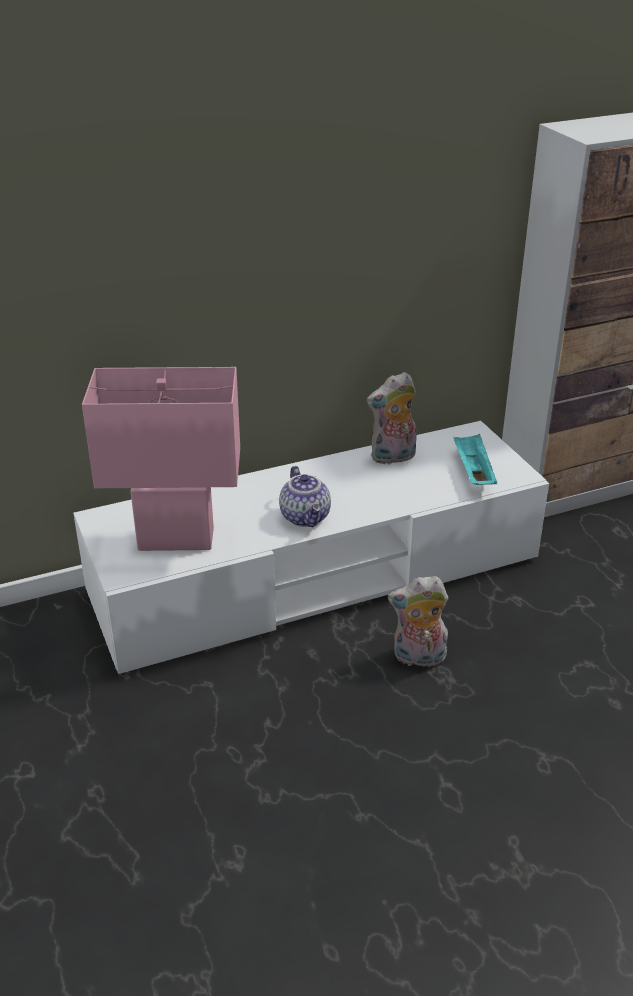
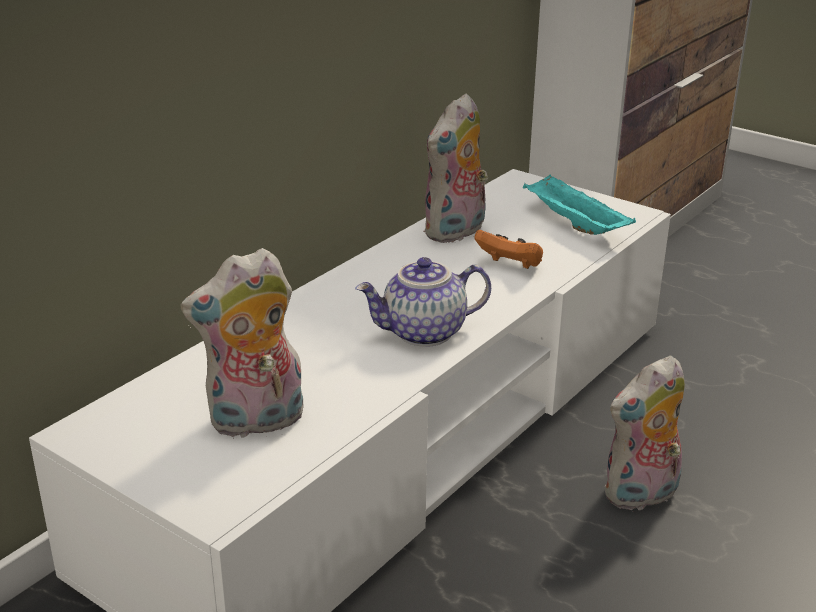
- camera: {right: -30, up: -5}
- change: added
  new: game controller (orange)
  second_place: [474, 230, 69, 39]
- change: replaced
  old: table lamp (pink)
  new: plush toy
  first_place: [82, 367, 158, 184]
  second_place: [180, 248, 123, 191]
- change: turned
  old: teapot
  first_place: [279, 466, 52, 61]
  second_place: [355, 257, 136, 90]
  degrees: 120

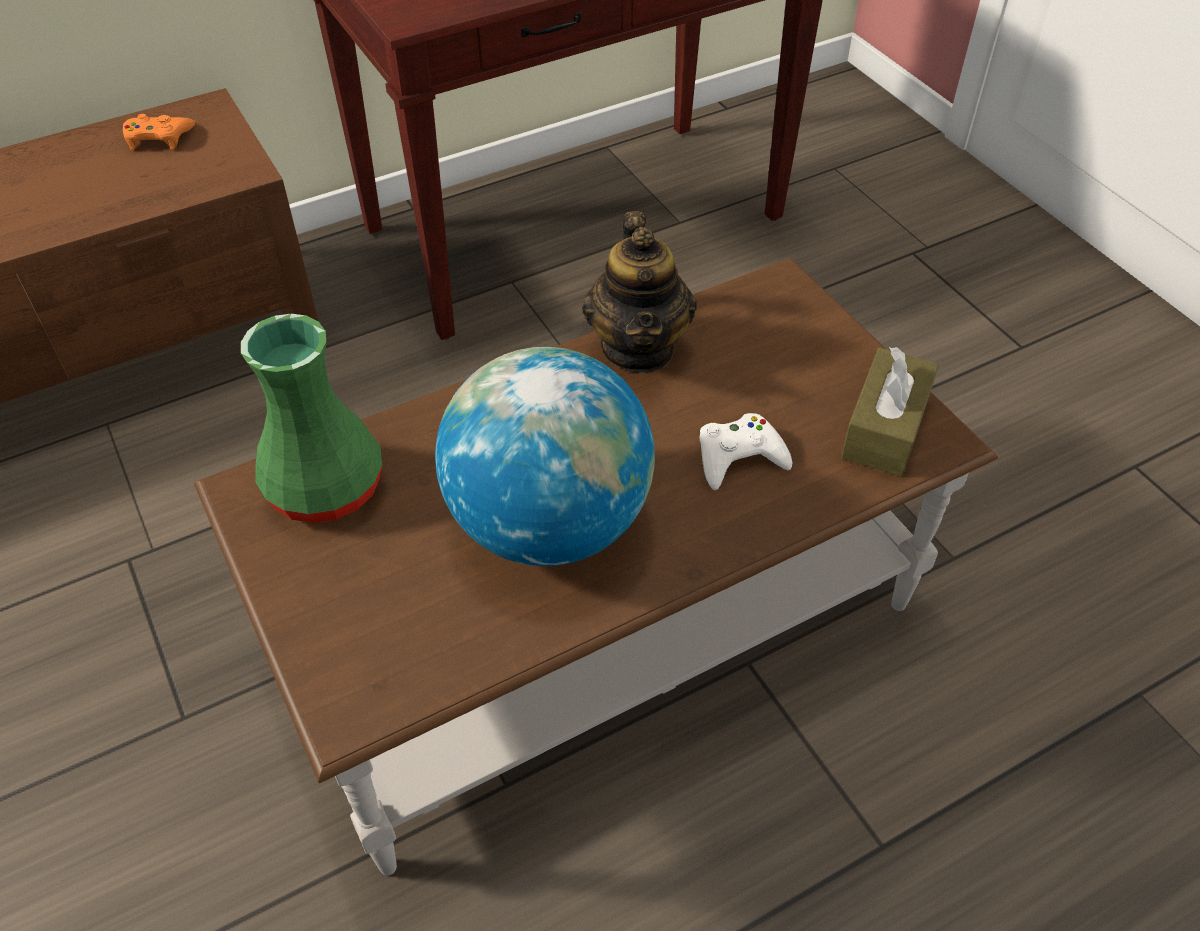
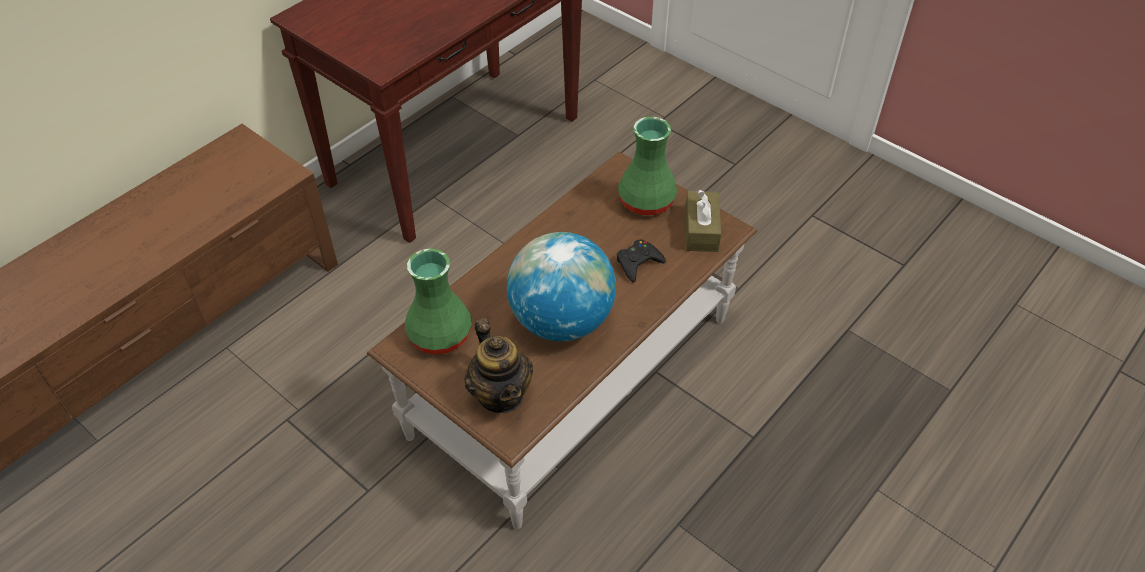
- camera: {right: -20, up: 0}
- change: removed
  old: game controller (orange)
  first_place: [123, 114, 72, 36]
- change: added
  new: vase (green)
  second_place: [618, 117, 59, 98]
- change: moved
  old: teapot
  first_place: [582, 211, 115, 162]
  second_place: [465, 318, 68, 95]
- change: recoloured
  old: game controller (white)
  new: game controller (black)
  first_place: [700, 413, 92, 77]
  second_place: [617, 239, 49, 44]

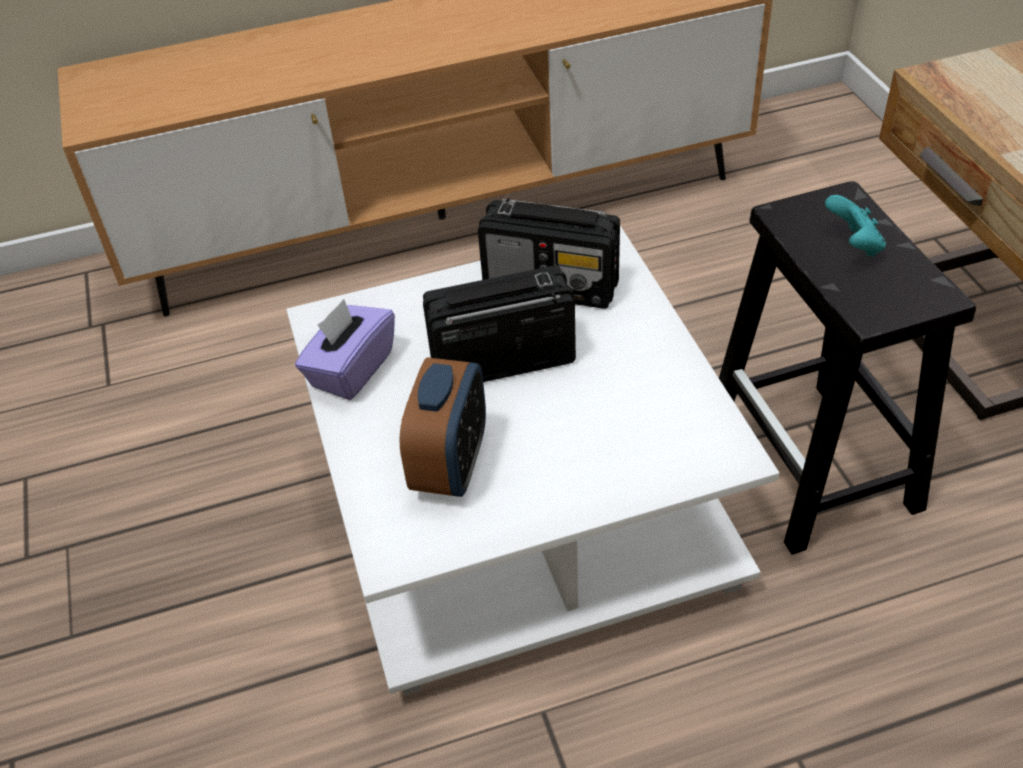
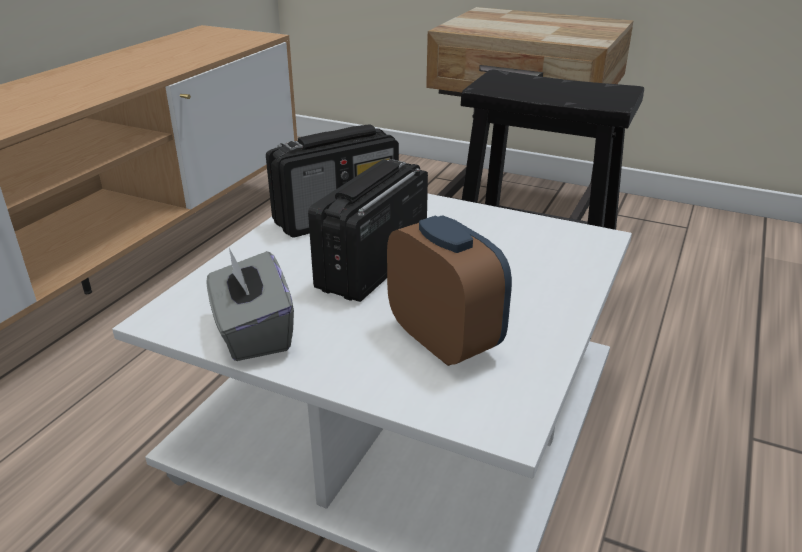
- camera: {right: -50, up: -15}
- change: removed
  old: game controller (turquoise)
  first_place: [825, 195, 61, 62]
- change: recoloured
  old: tissue box (purple)
  new: tissue box (grey)
  first_place: [295, 299, 100, 101]
  second_place: [206, 248, 88, 113]

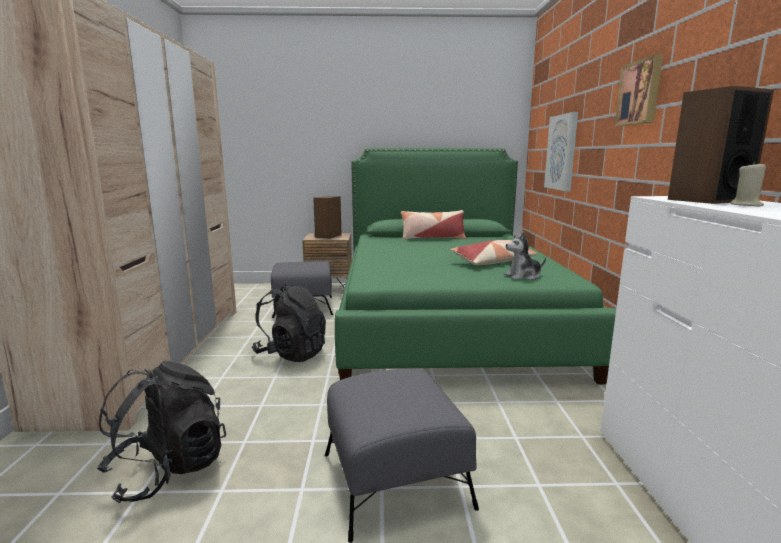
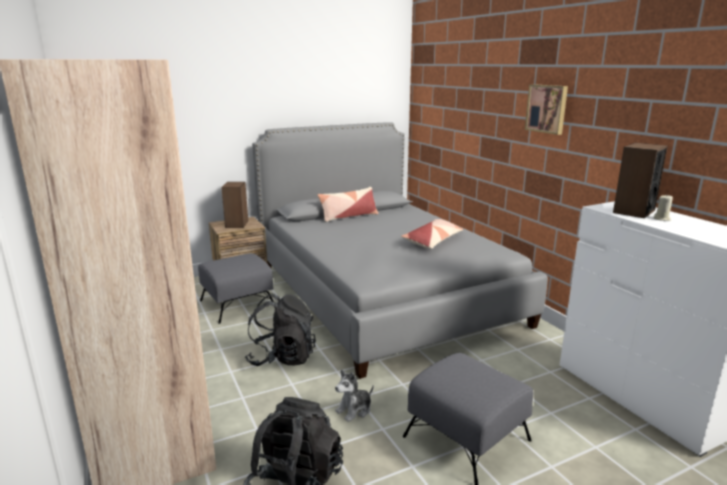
- camera: {right: -25, up: 5}
- change: removed
  old: picture
  first_place: [544, 112, 34, 79]
- change: moved
  old: plush toy
  first_place: [504, 232, 42, 48]
  second_place: [335, 370, 39, 52]
- change: recoloured
  old: bed (green)
  new: bed (grey)
  first_place: [335, 148, 281, 236]
  second_place: [252, 122, 296, 257]

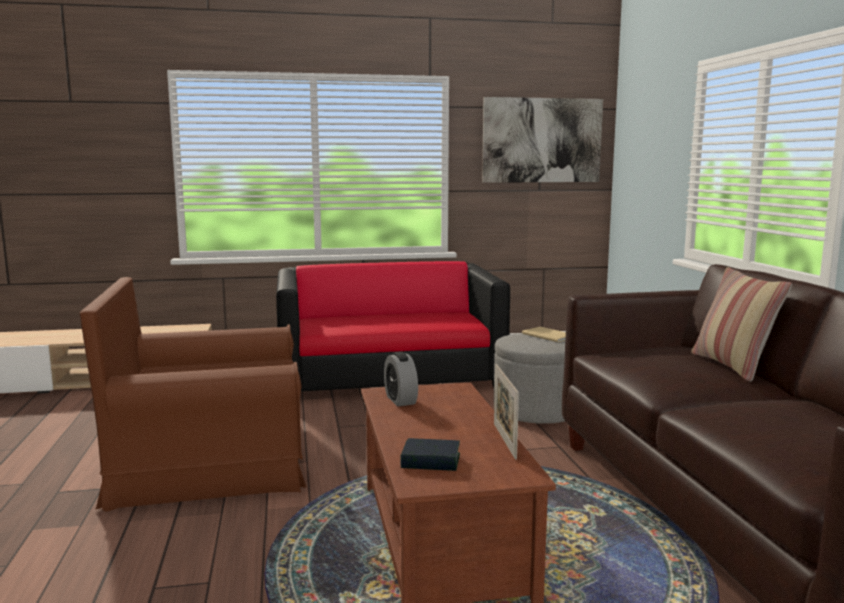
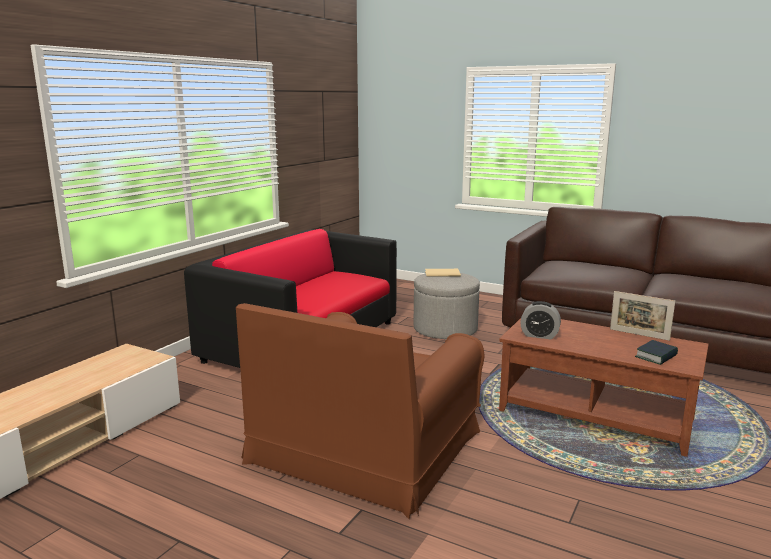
- camera: {right: -50, up: 5}
- change: removed
  old: picture
  first_place: [482, 97, 121, 86]
- change: removed
  old: pillow
  first_place: [692, 267, 100, 115]

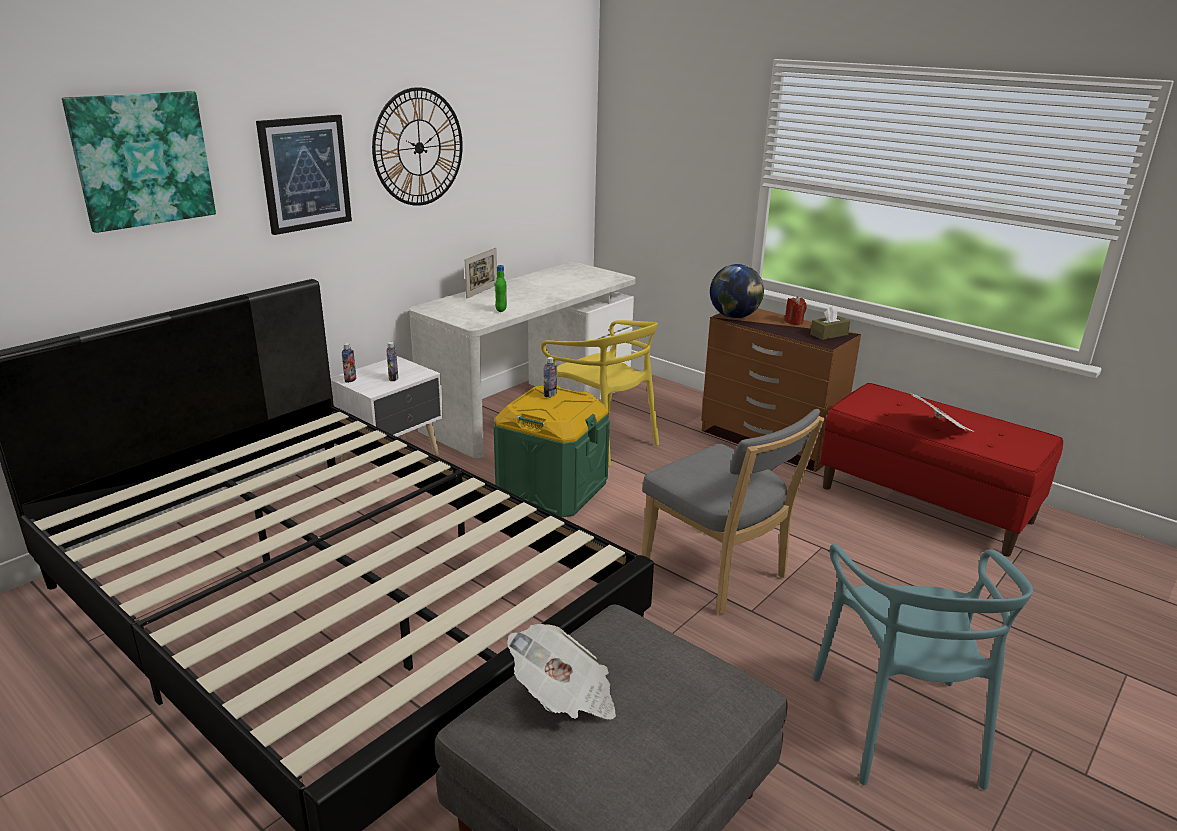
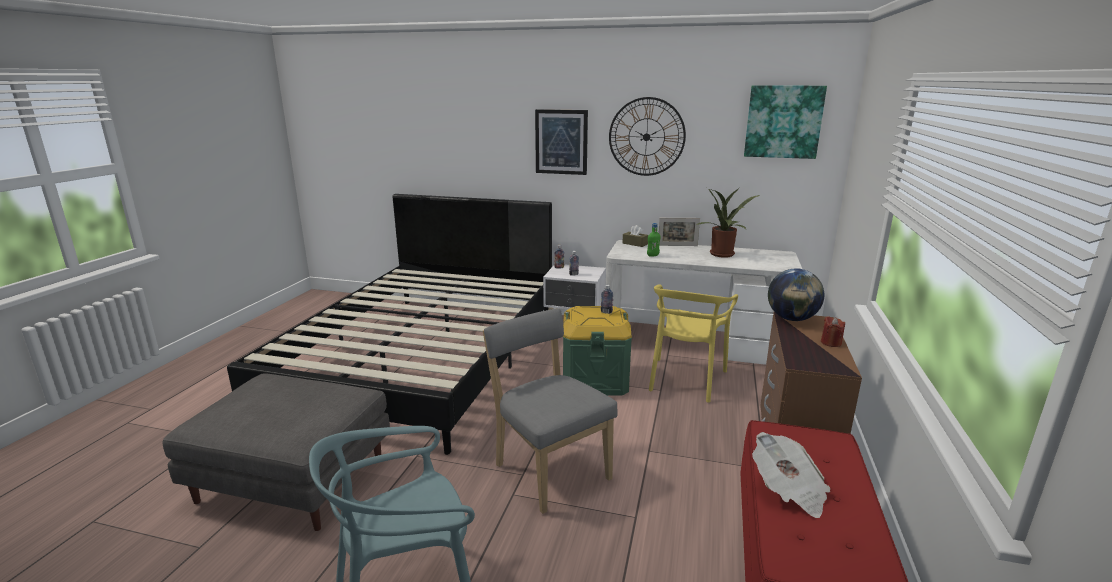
- camera: {right: 65, up: -5}
- change: removed
  old: newspaper
  first_place: [507, 624, 109, 96]
- change: added
  new: potted plant
  second_place: [695, 187, 65, 71]
- change: moved
  old: picture
  first_place: [62, 91, 154, 142]
  second_place: [744, 85, 83, 74]
- change: moved
  old: tissue box (brown)
  first_place: [810, 306, 40, 34]
  second_place: [622, 225, 26, 22]
- change: turned
  old: chair (grey)
  first_place: [642, 409, 183, 205]
  second_place: [483, 309, 135, 205]
  degrees: 120

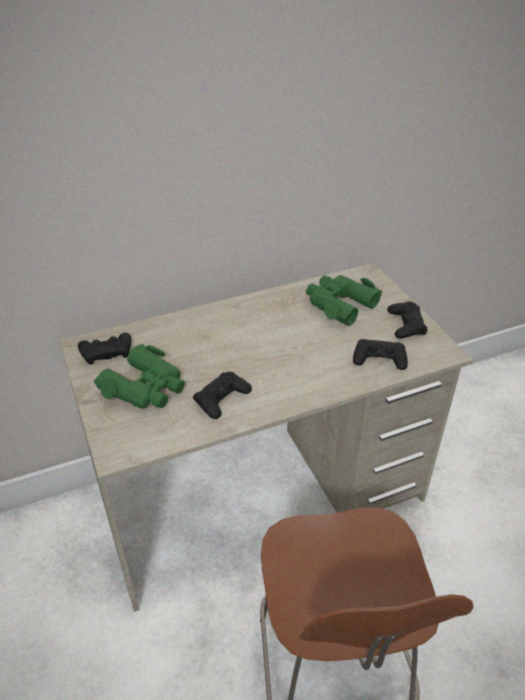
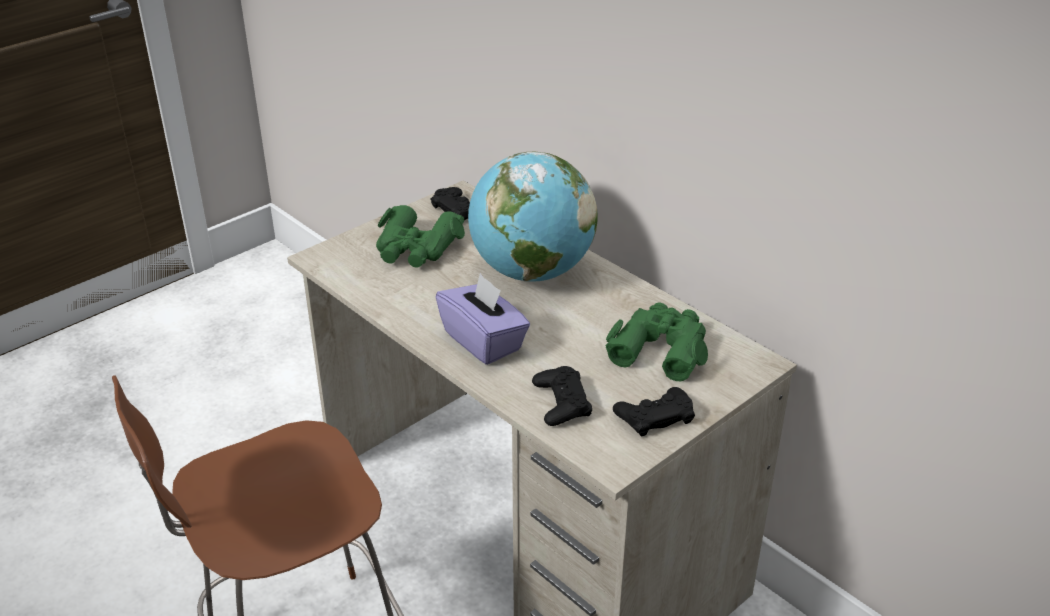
- camera: {right: 70, up: -5}
- change: removed
  old: game controller (black)
  first_place: [193, 372, 59, 47]
- change: added
  new: tissue box (purple)
  second_place: [436, 273, 94, 92]
- change: added
  new: globe
  second_place: [468, 152, 130, 130]

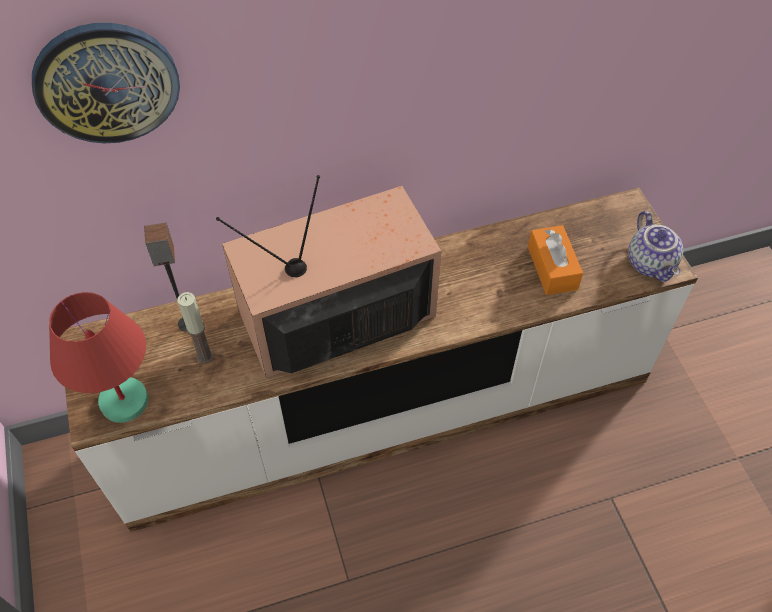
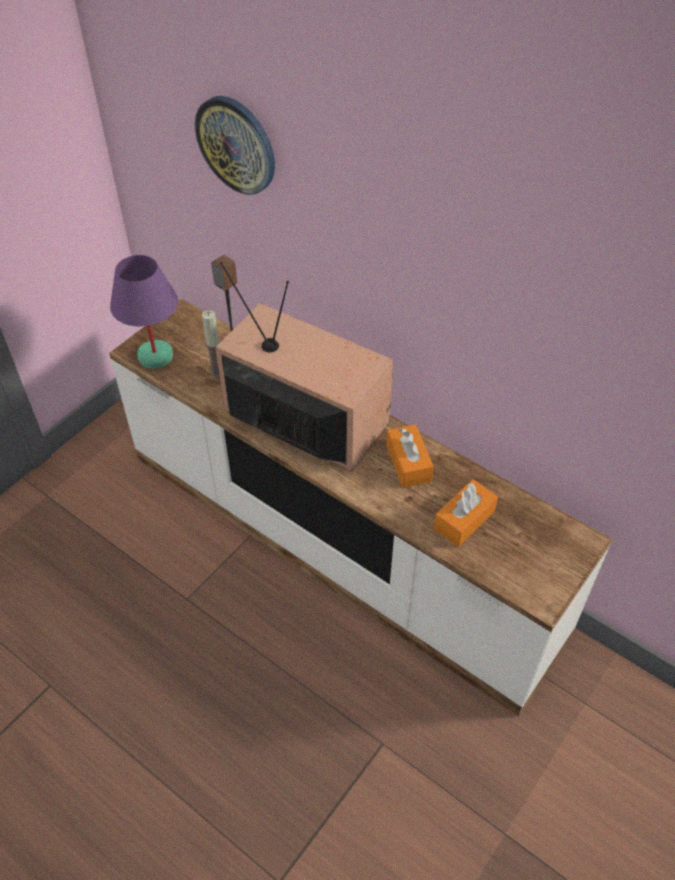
- camera: {right: 55, up: -5}
- change: removed
  old: teapot
  first_place: [628, 211, 55, 71]
- change: added
  new: tissue box (orange)
  second_place: [386, 424, 48, 64]
- change: recoloured
  old: table lamp (red)
  new: table lamp (purple)
  first_place: [49, 292, 99, 131]
  second_place: [110, 255, 68, 114]

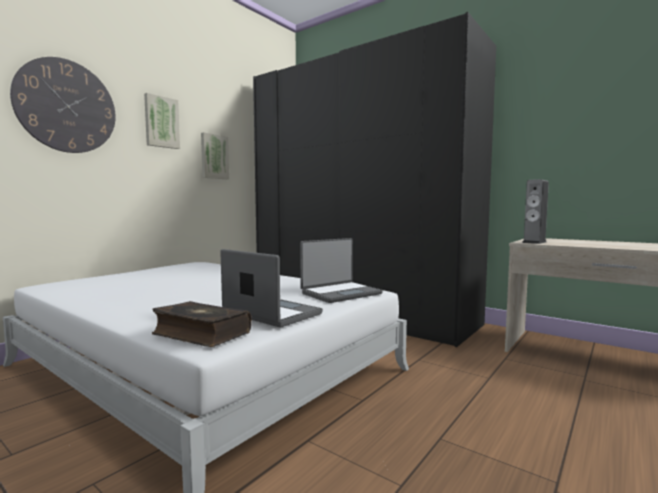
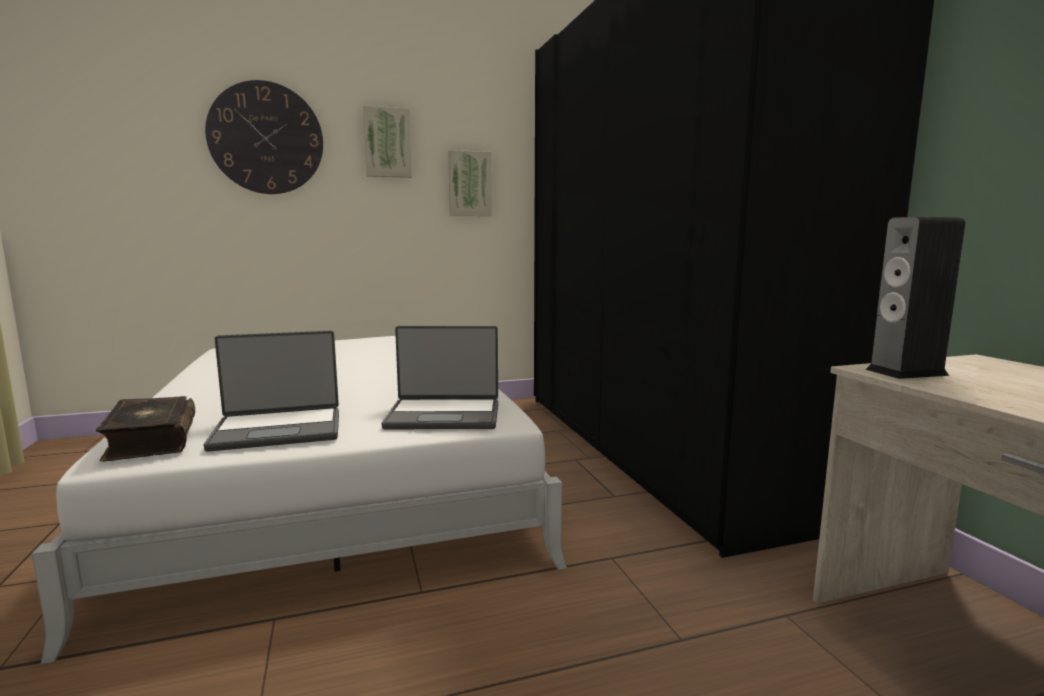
- camera: {right: 35, up: 5}
- change: turned
  old: laptop
  first_place: [220, 249, 103, 79]
  second_place: [204, 330, 135, 122]
  degrees: 90

